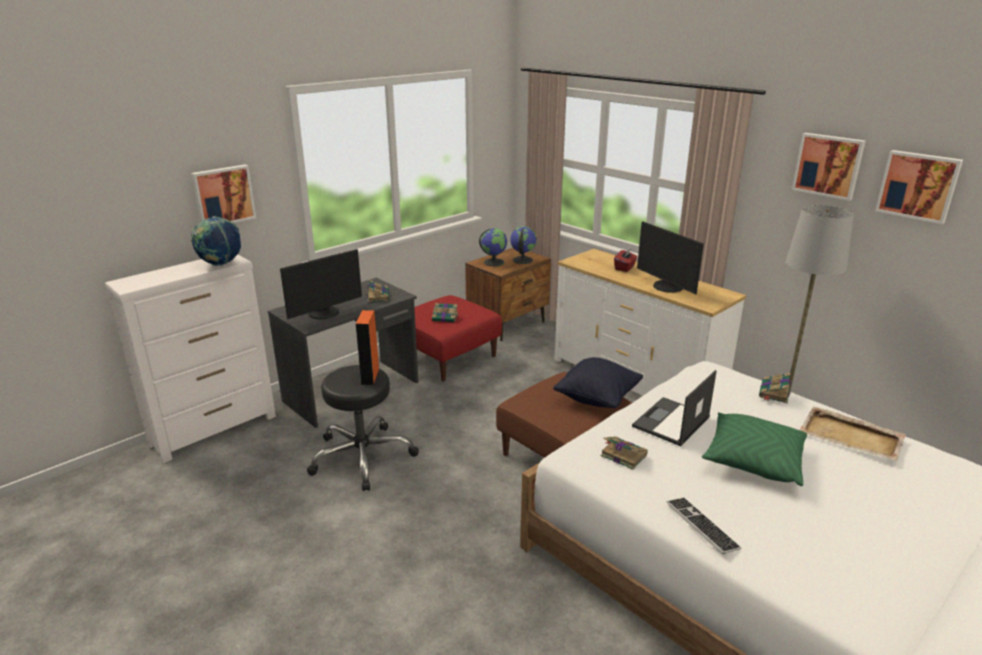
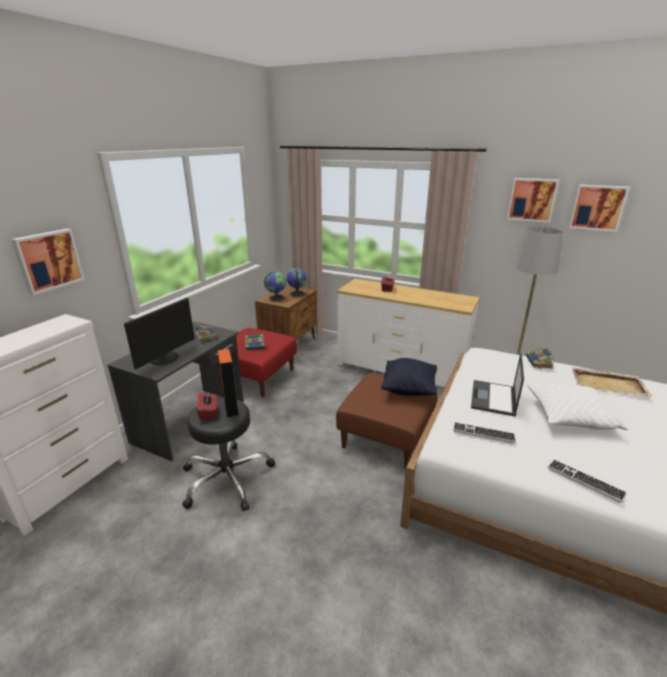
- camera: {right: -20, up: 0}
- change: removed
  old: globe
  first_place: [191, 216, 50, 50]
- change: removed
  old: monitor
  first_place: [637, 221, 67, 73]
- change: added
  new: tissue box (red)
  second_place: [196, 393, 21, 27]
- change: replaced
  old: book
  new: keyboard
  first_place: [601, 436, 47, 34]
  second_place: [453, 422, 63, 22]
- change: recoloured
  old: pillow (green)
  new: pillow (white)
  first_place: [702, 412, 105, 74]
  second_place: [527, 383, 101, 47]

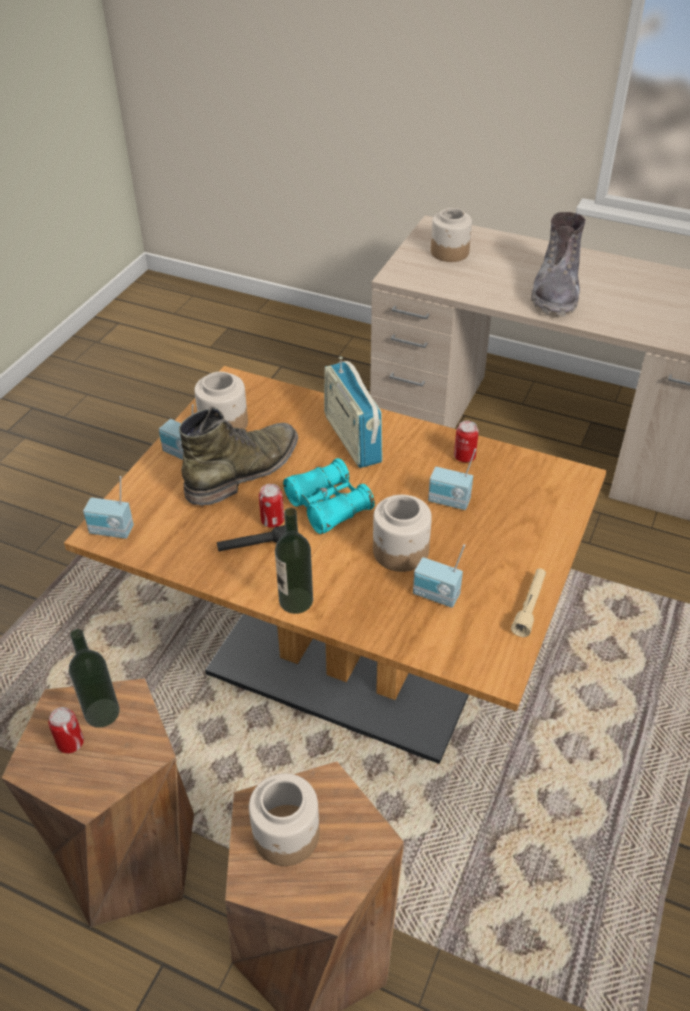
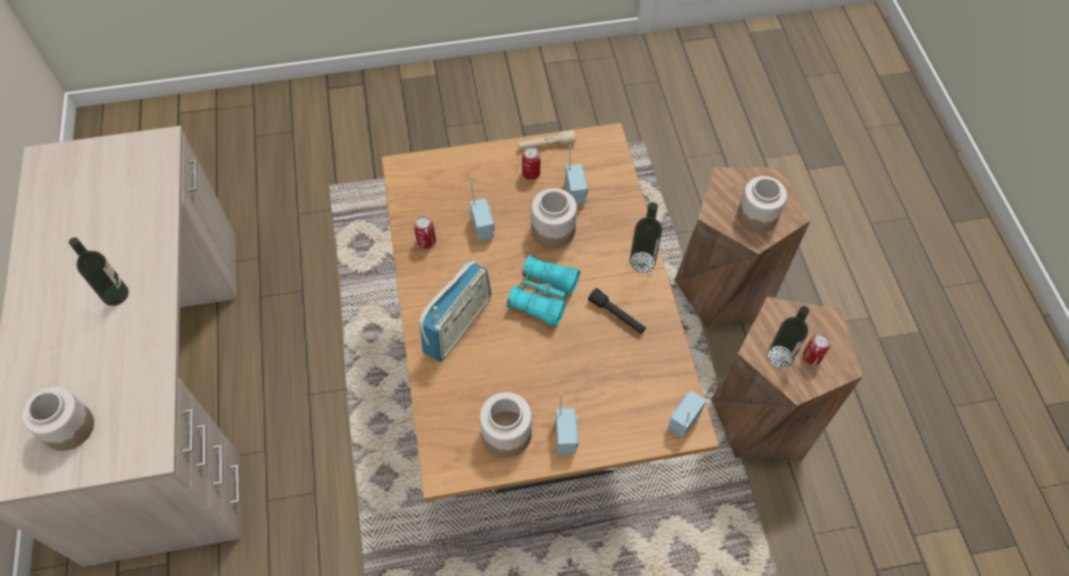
- camera: {right: -125, up: 15}
- change: removed
  old: boot (green)
  first_place: [179, 407, 119, 98]
- change: moved
  old: can
  first_place: [259, 484, 25, 44]
  second_place: [522, 147, 18, 33]
- change: replaced
  old: boot (grey)
  new: bottle
  first_place: [531, 212, 55, 104]
  second_place: [69, 237, 60, 69]
- change: turned
  old: radio
  first_place: [83, 476, 51, 63]
  second_place: [668, 391, 38, 48]
  degrees: -120

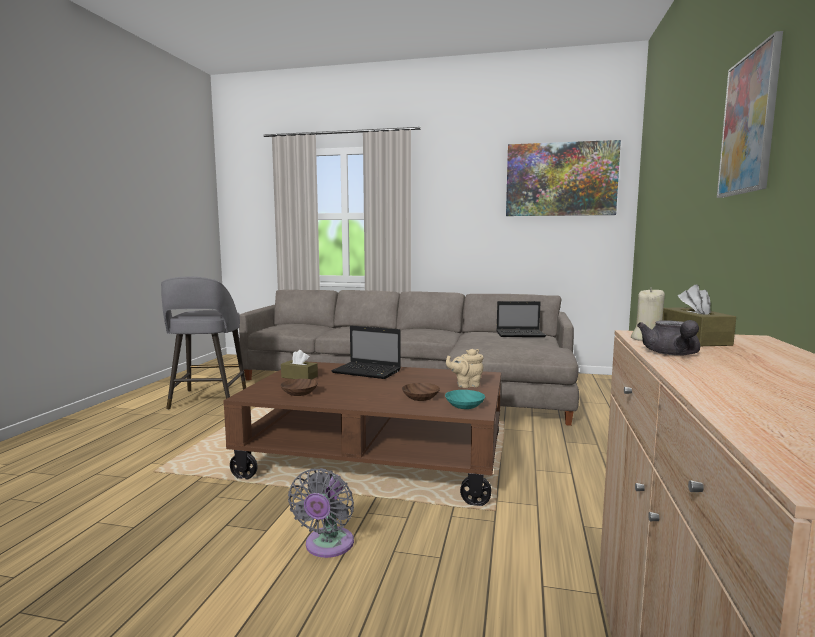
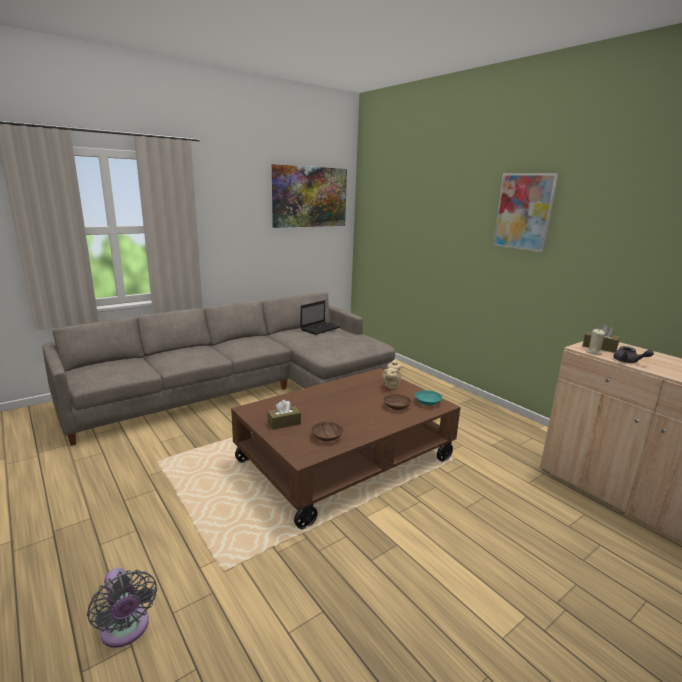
- camera: {right: -50, up: 10}
- change: removed
  old: stool (grey)
  first_place: [161, 277, 85, 133]
- change: removed
  old: laptop
  first_place: [331, 326, 70, 53]
- change: moved
  old: fan (grey)
  first_place: [288, 468, 66, 90]
  second_place: [87, 568, 70, 80]

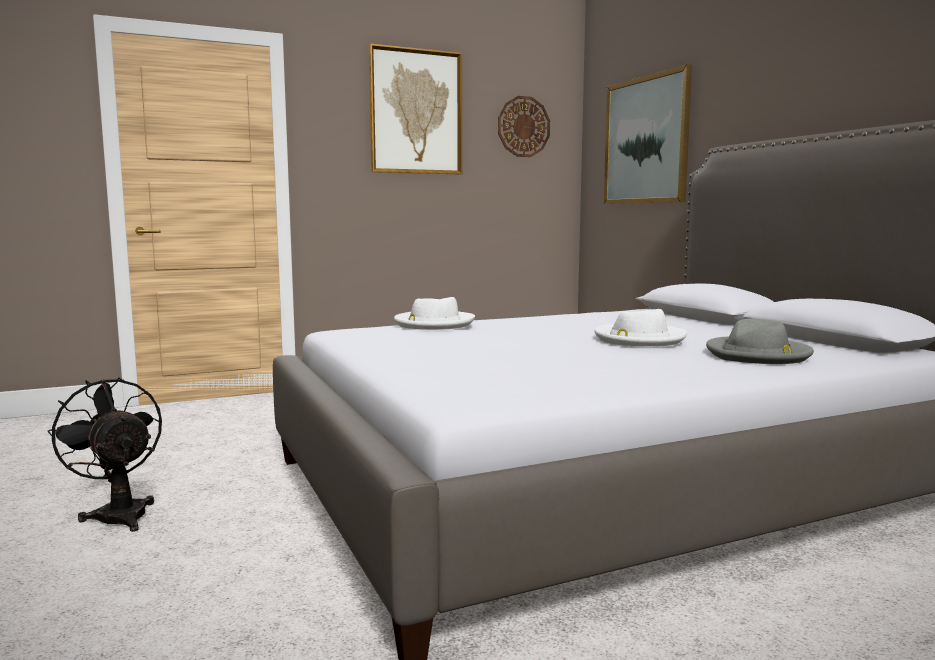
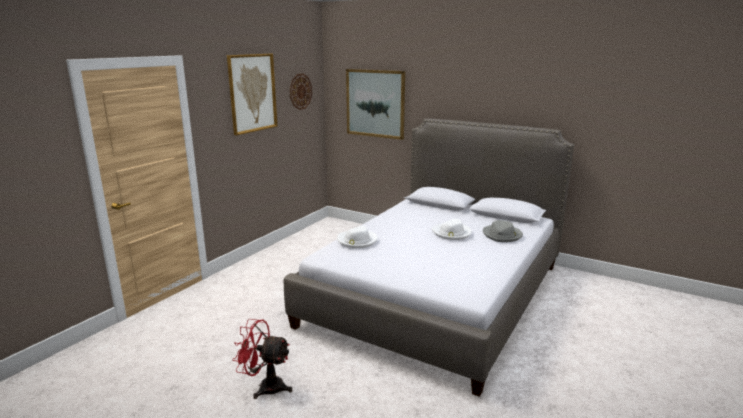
- camera: {right: -35, up: 10}
- change: recoloured
  old: fan (black)
  new: fan (red)
  first_place: [47, 378, 115, 154]
  second_place: [232, 319, 60, 80]

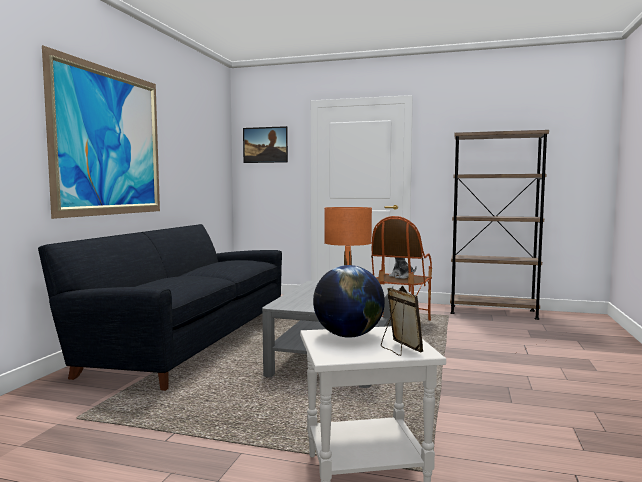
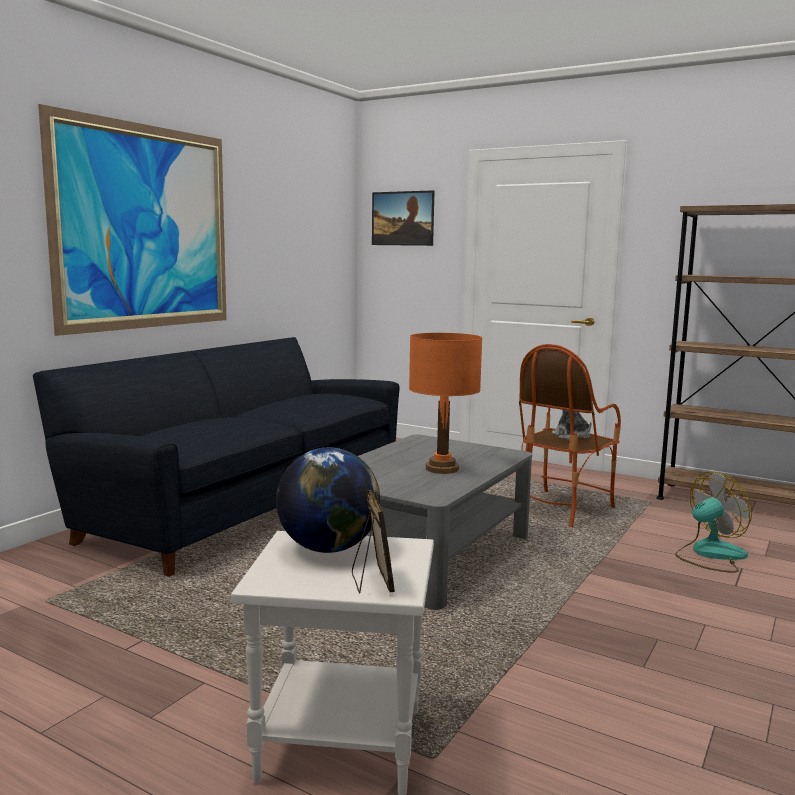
- camera: {right: 15, up: 5}
- change: added
  new: fan
  second_place: [675, 472, 77, 101]

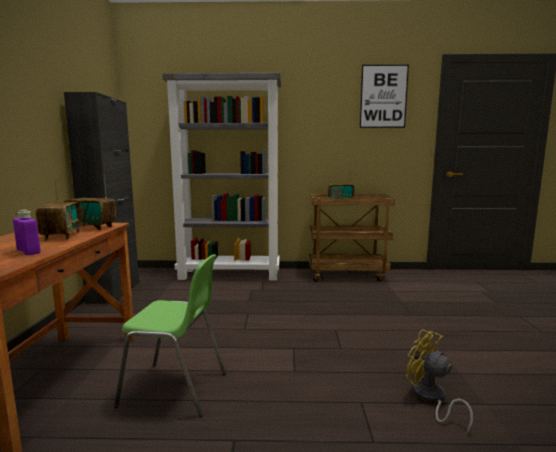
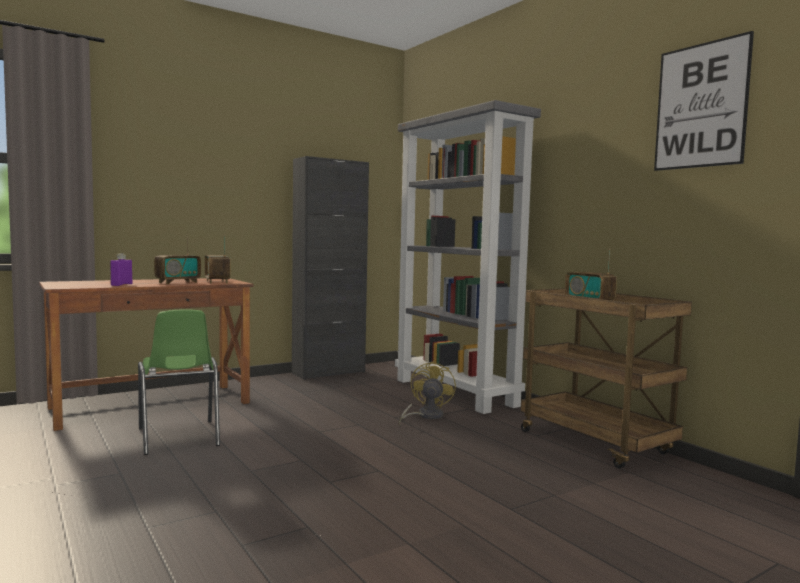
- camera: {right: 55, up: -5}
- change: moved
  old: fan (yellow)
  first_place: [406, 329, 67, 106]
  second_place: [399, 361, 57, 64]

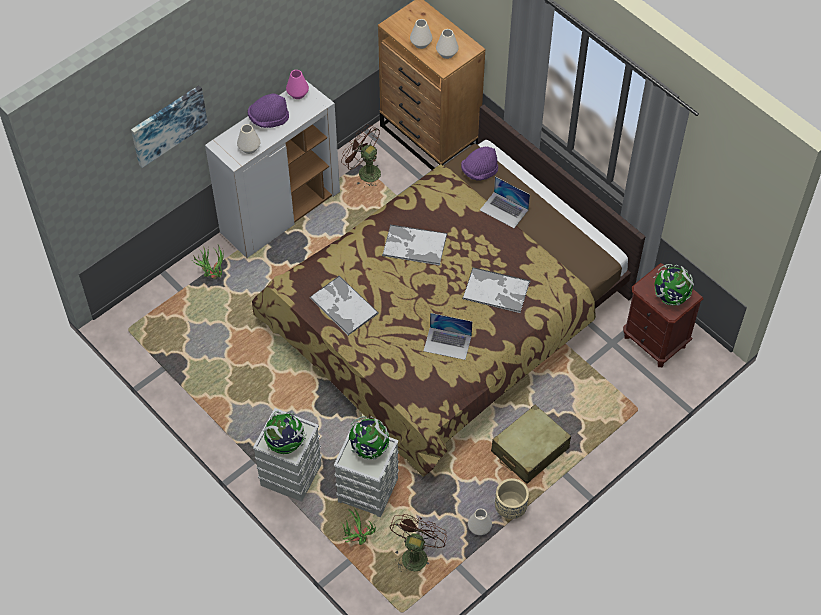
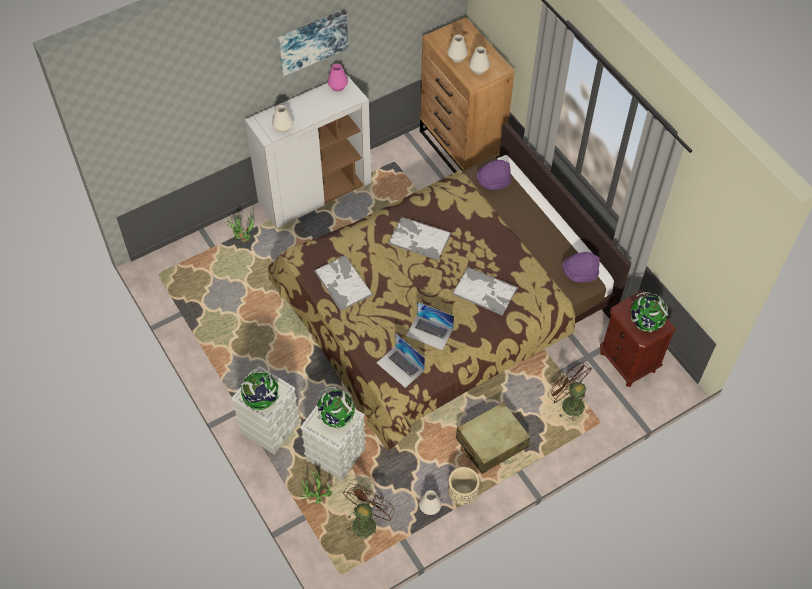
- camera: {right: 10, up: 0}
- change: moved
  old: picture
  first_place: [131, 85, 77, 83]
  second_place: [278, 9, 70, 67]
- change: moved
  old: hat (purple)
  first_place: [248, 93, 41, 35]
  second_place: [562, 252, 38, 31]
- change: moved
  old: fan (brown)
  first_place: [341, 124, 40, 64]
  second_place: [548, 362, 44, 60]
- change: moved
  old: laptop
  first_place: [480, 177, 50, 51]
  second_place: [377, 333, 48, 55]

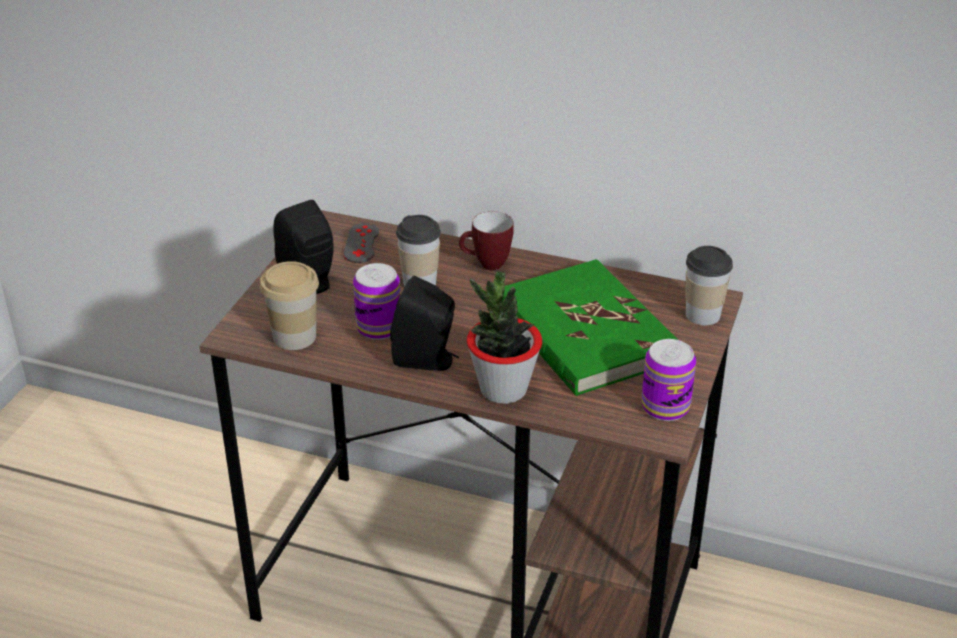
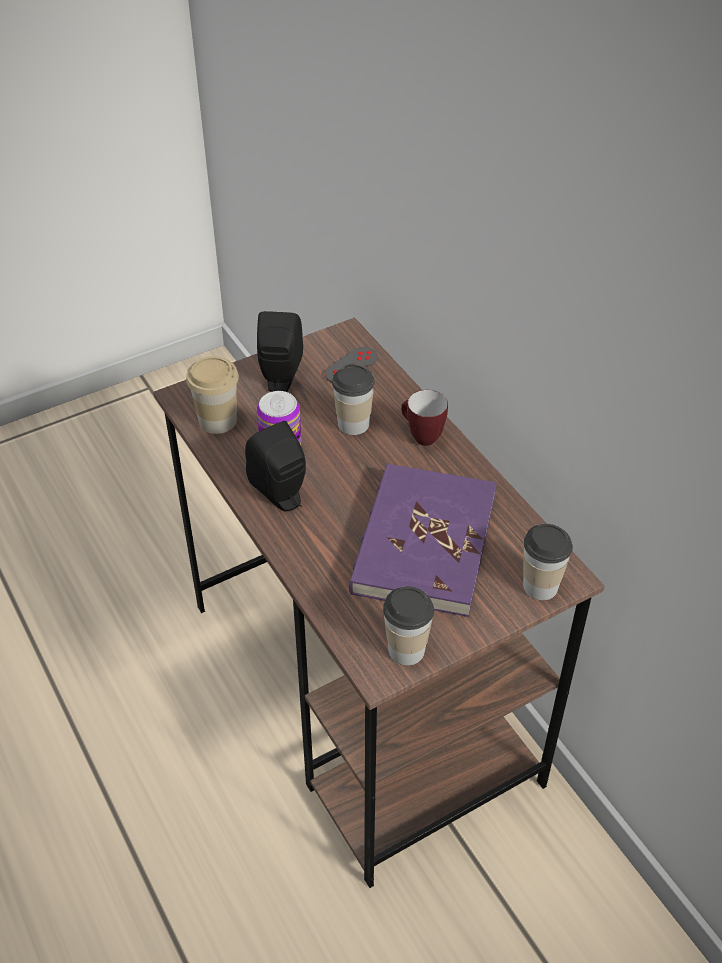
- camera: {right: 40, up: 10}
- change: removed
  old: potted plant
  first_place: [467, 271, 75, 133]
- change: replaced
  old: can
  new: cup
  first_place: [641, 339, 55, 82]
  second_place: [383, 586, 51, 79]
- change: recoloured
  old: book (green)
  new: book (purple)
  first_place: [502, 259, 176, 137]
  second_place: [349, 463, 148, 154]

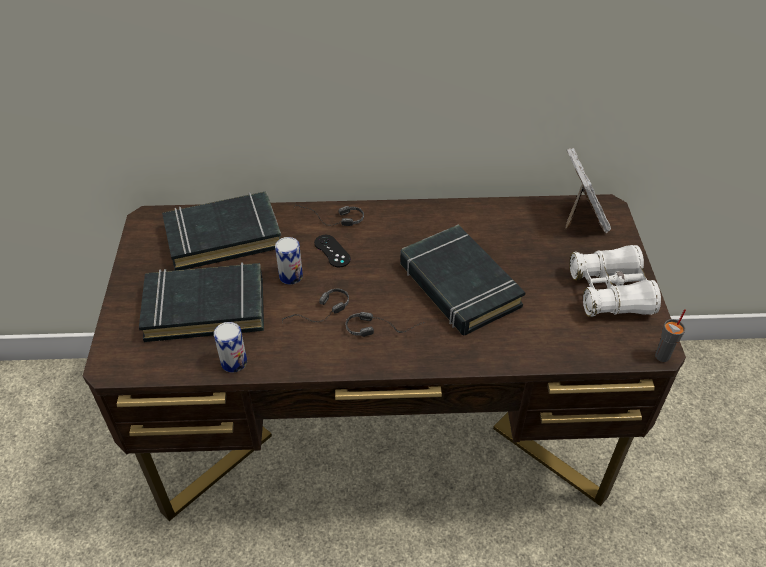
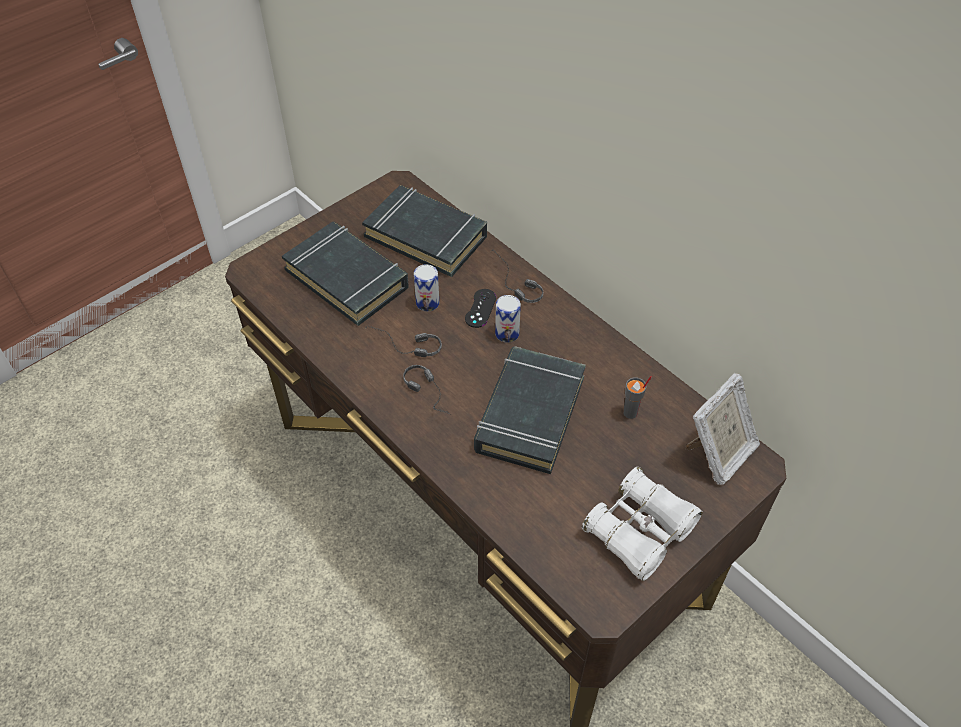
- camera: {right: 50, up: 5}
- change: moved
  old: can
  first_place: [214, 322, 33, 51]
  second_place: [495, 295, 26, 48]
- change: moved
  old: cup (grey)
  first_place: [655, 309, 31, 53]
  second_place: [623, 376, 29, 43]

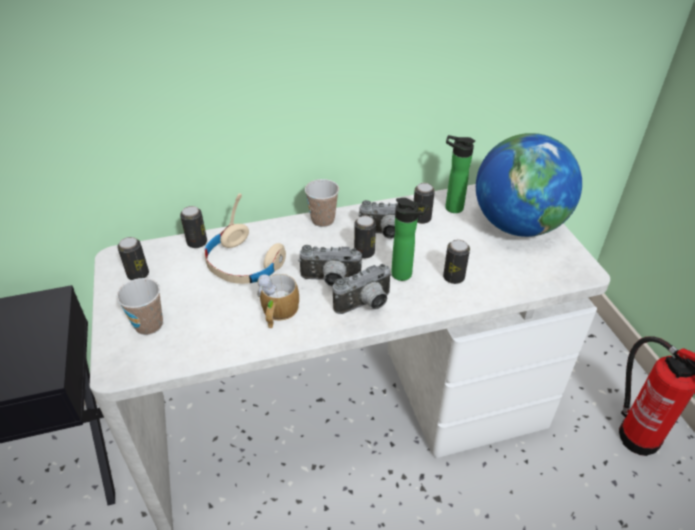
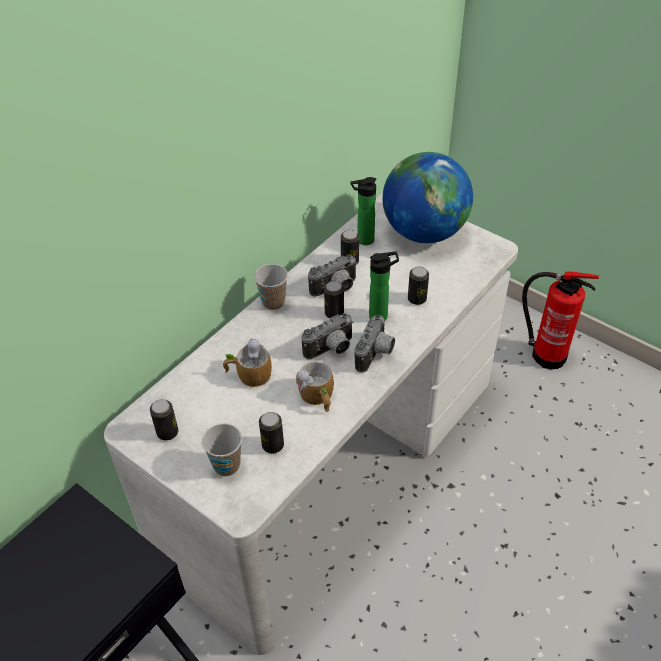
- camera: {right: -35, up: 5}
- change: moved
  old: can
  first_place: [180, 206, 27, 42]
  second_place: [259, 412, 25, 42]
- change: replaced
  old: headphones (beige)
  new: mug
  first_place: [204, 193, 82, 91]
  second_place: [223, 338, 49, 49]

